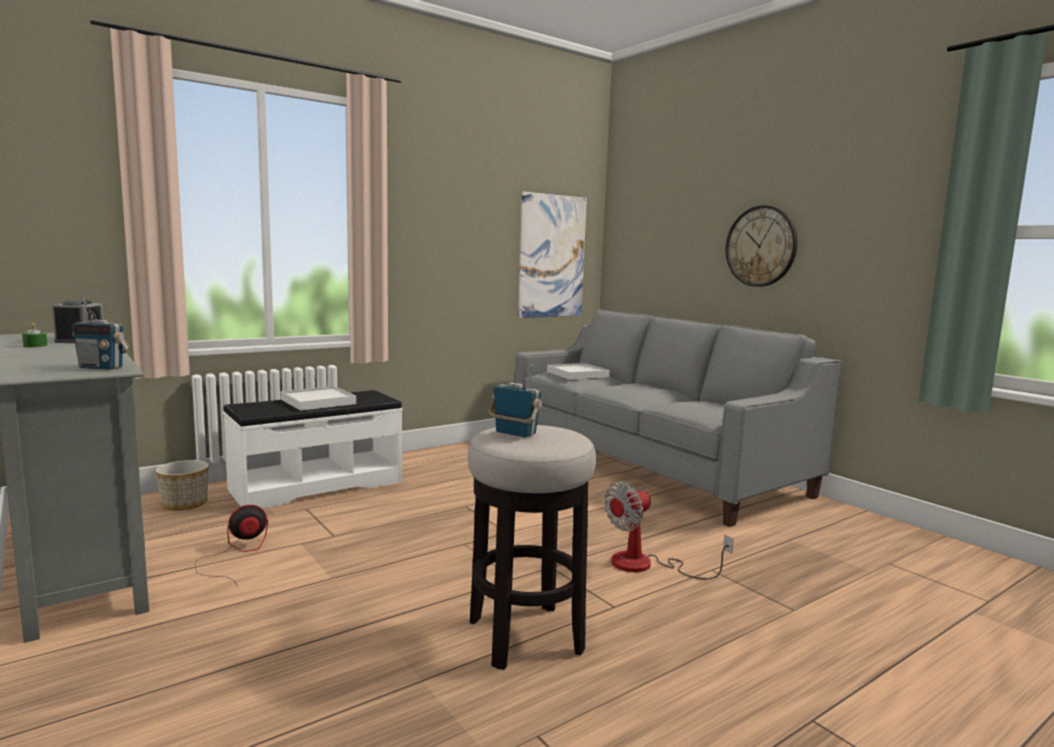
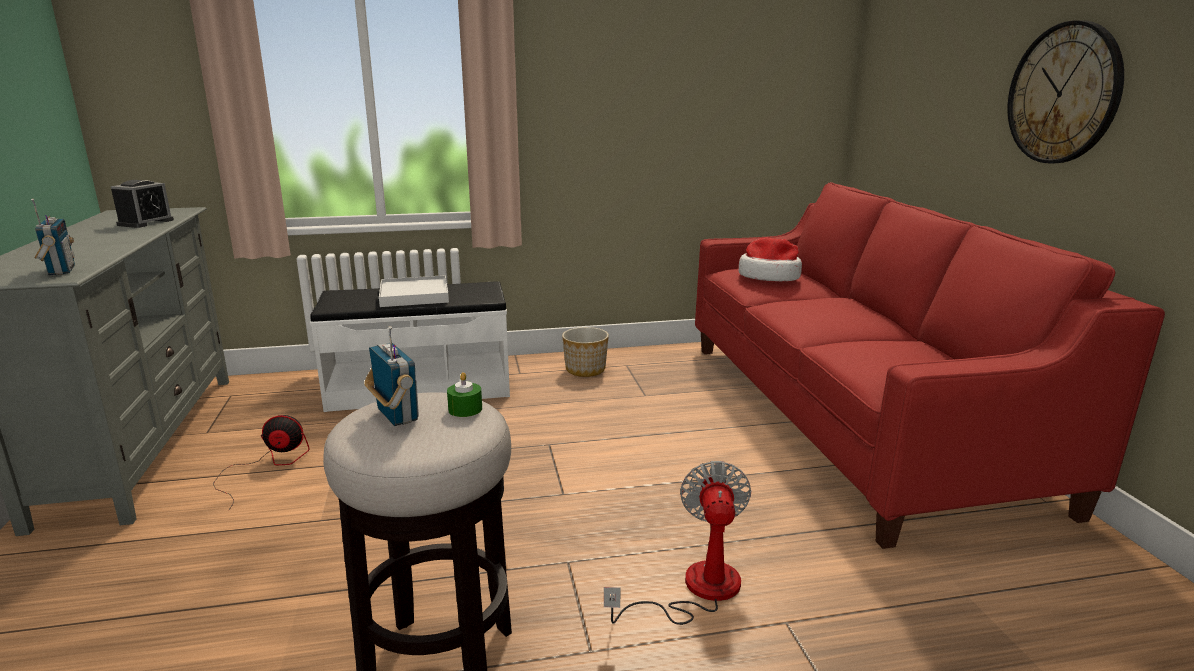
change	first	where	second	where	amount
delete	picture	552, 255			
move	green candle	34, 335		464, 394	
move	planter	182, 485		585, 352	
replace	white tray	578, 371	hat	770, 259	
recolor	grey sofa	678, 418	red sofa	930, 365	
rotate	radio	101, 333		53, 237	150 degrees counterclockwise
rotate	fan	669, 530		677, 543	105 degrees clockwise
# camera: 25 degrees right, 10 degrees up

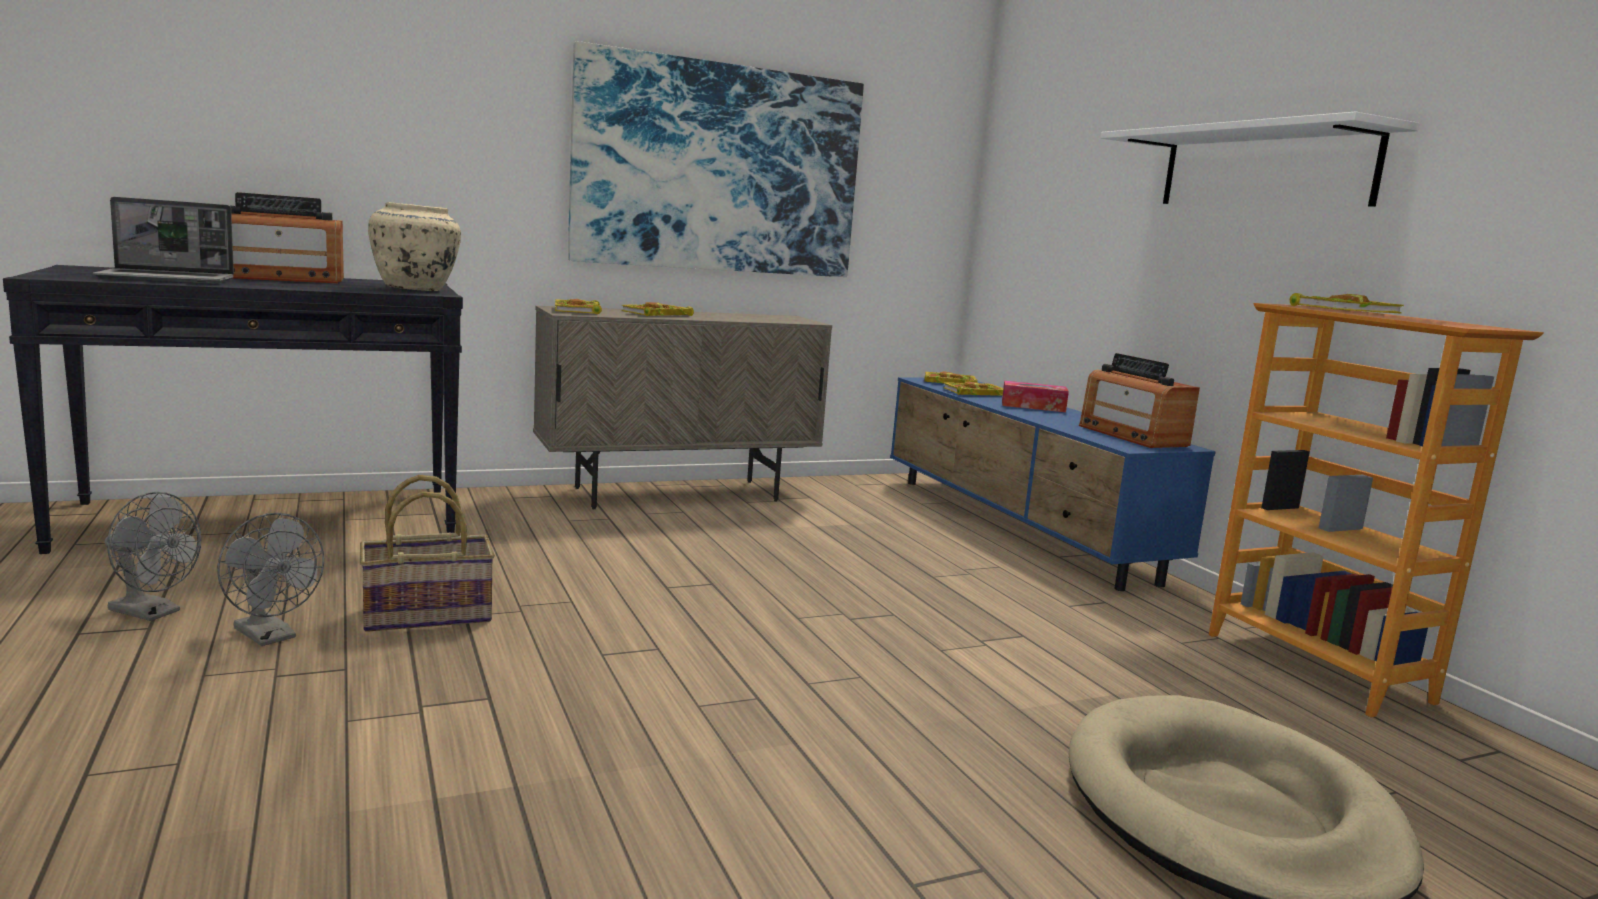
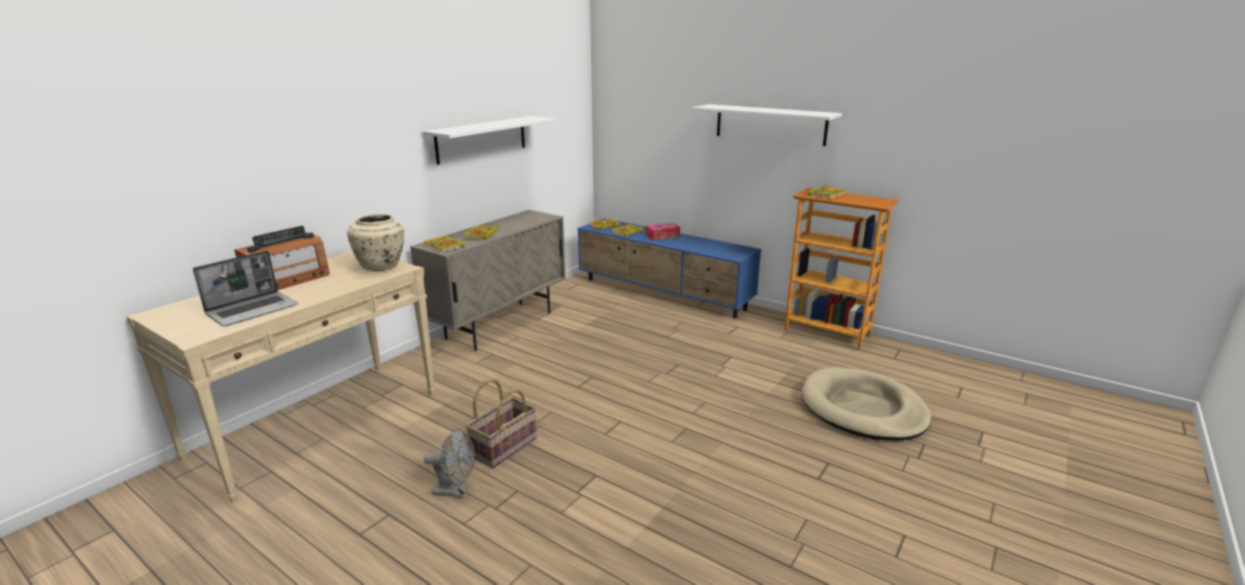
change	first	where	second	where	amount
delete	grey fan	153, 556			
delete	radio	1139, 400			
replace	picture	716, 159	white shelf	489, 140	
recolor	black console table	233, 409	beige console table	280, 377	
# camera: 30 degrees left, 10 degrees up

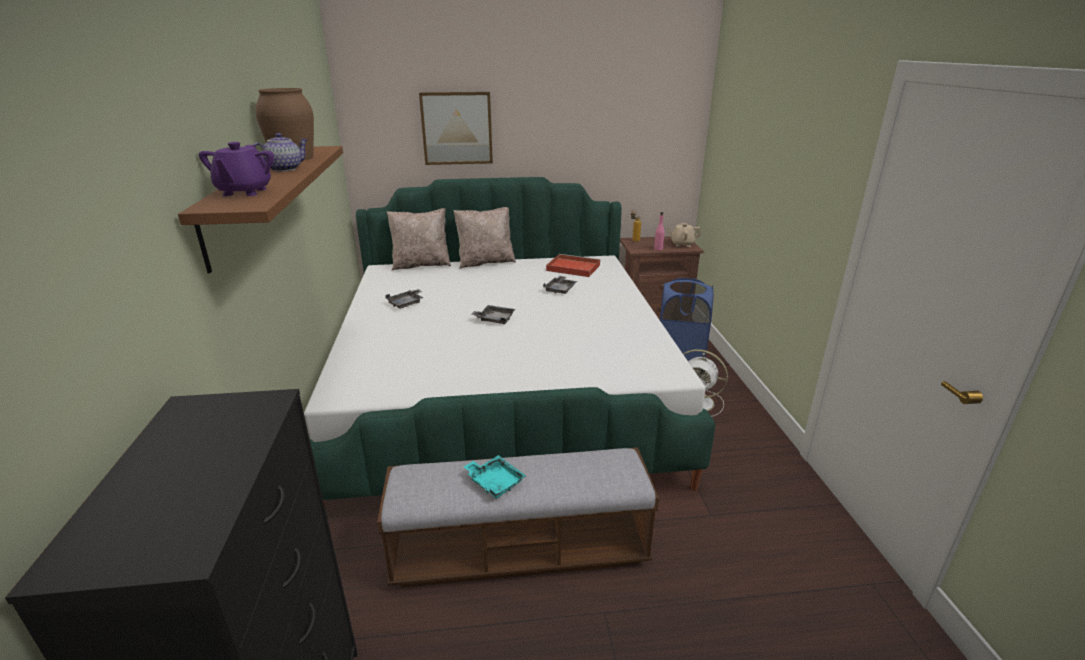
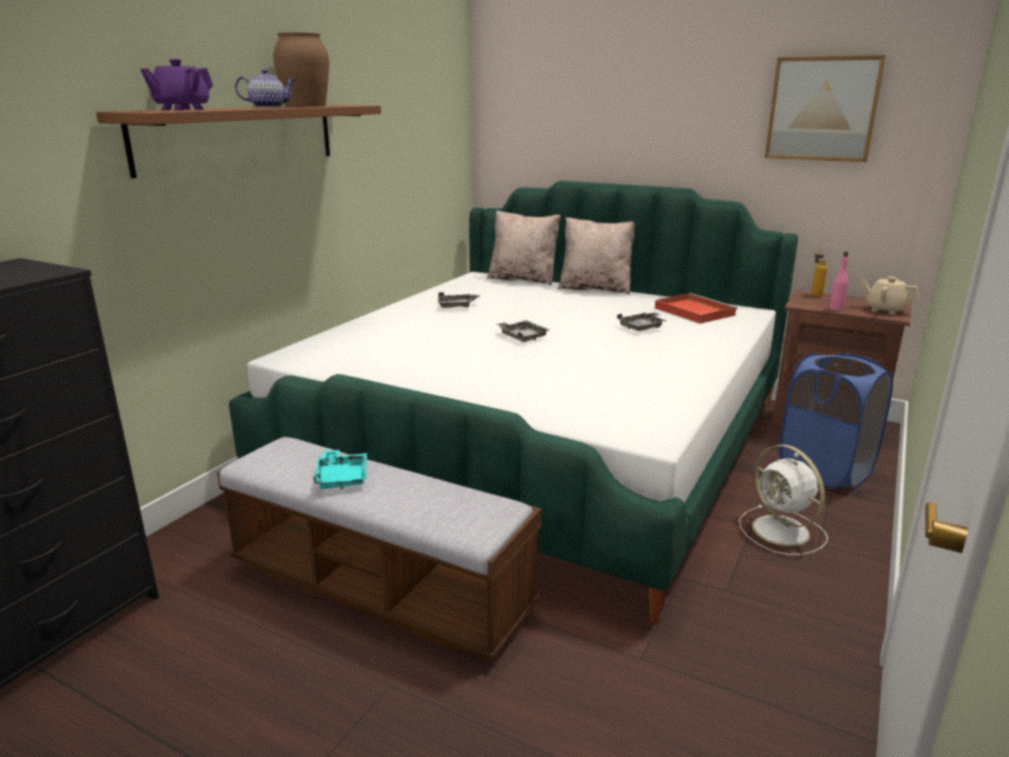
change	first	where	second	where	amount
move	picture	456, 128		825, 108	
# camera: 35 degrees right, 5 degrees down

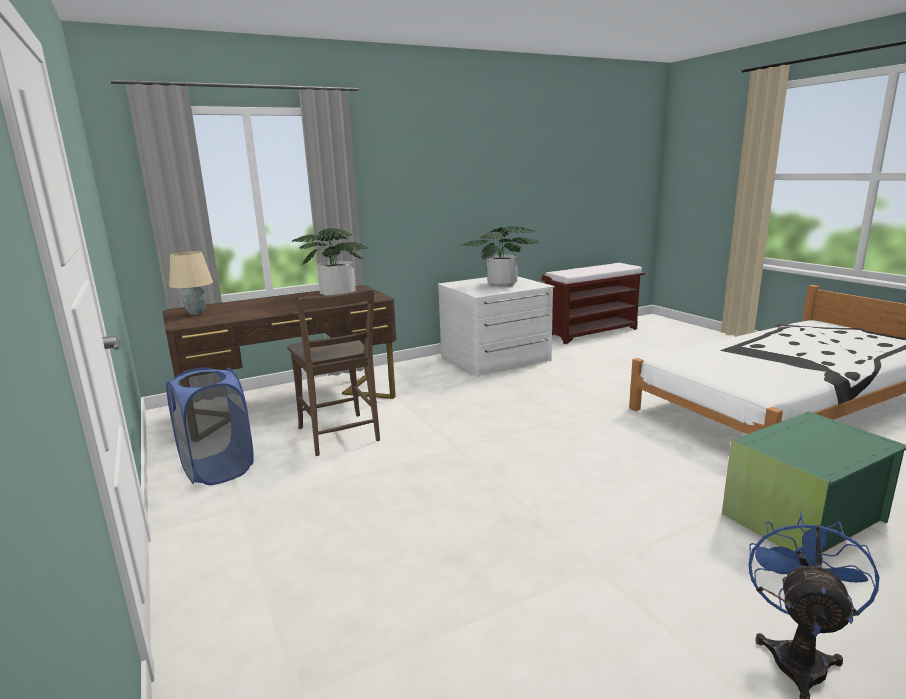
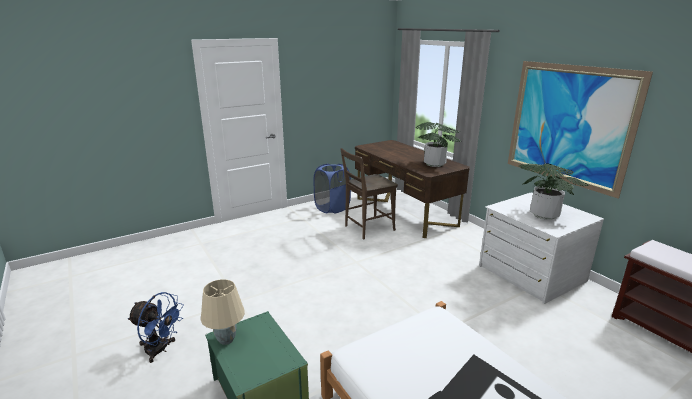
change	first	where	second	where	amount
insert			picture	580, 130	
move	beige table lamp	191, 283		223, 312	
# camera: 85 degrees right, 5 degrees up

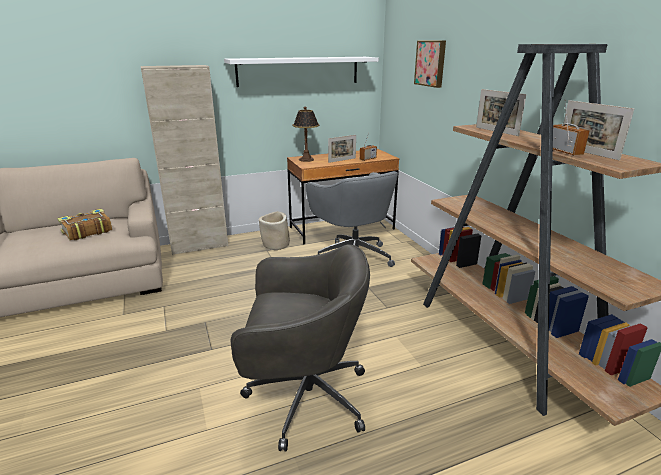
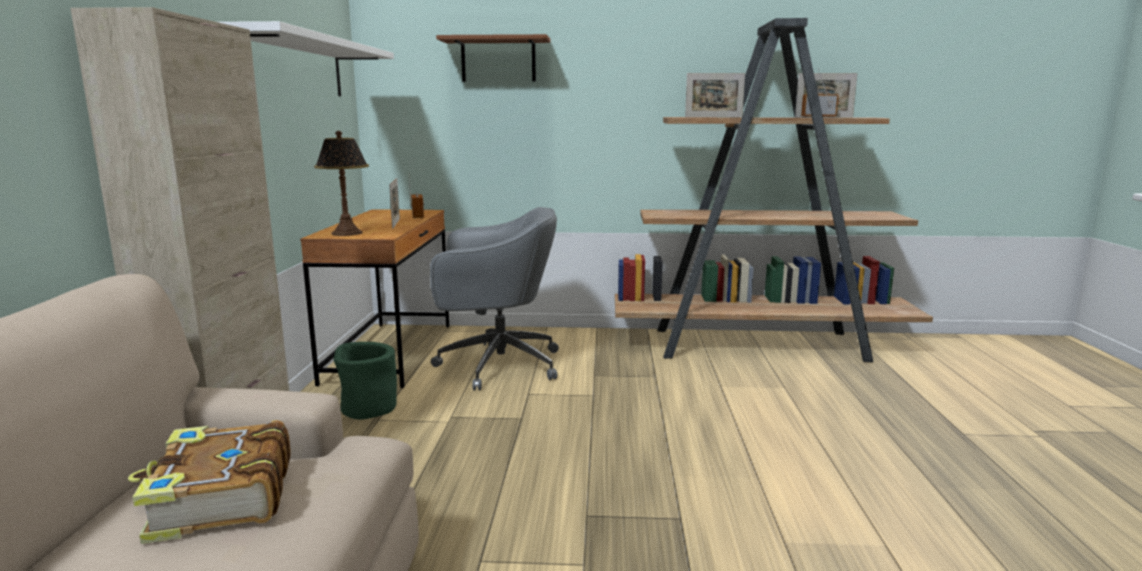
change	first	where	second	where	amount
delete	grey office chair	300, 348			
replace	picture	430, 64	brown shelf	493, 58	
recolor	beige planter	274, 231	green planter	365, 381	
# camera: 65 degrees left, 10 degrees down

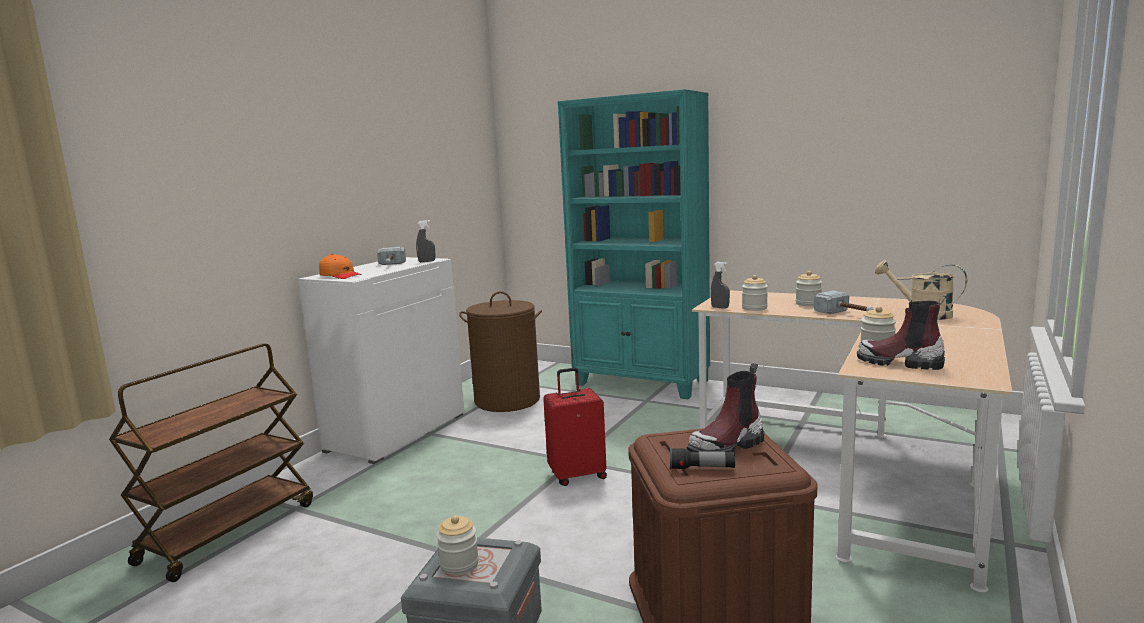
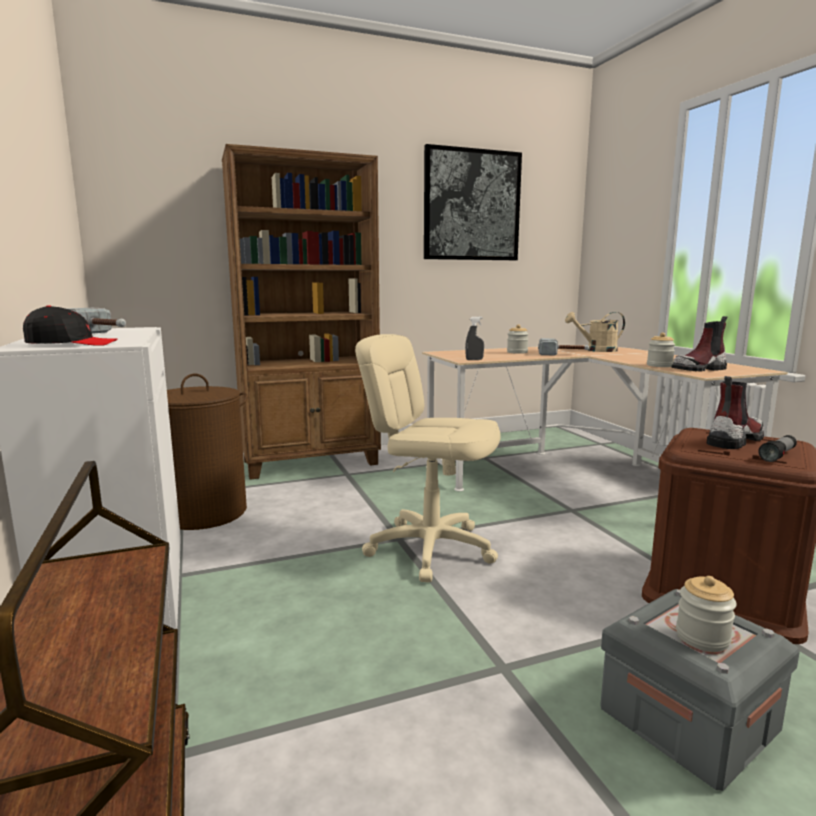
change	first	where	second	where	amount
delete	grey spray bottle	425, 241			
delete	jar	755, 293			
insert			picture	473, 202	
replace	red suitcase	575, 427	beige office chair	427, 458	
recolor	orange cap	340, 266	black cap	70, 325	
recolor	turquoise bookcase	634, 244	brown bookcase	301, 312	
rotate	boot	725, 407		735, 412	135 degrees counterclockwise
# camera: 50 degrees left, 0 degrees up

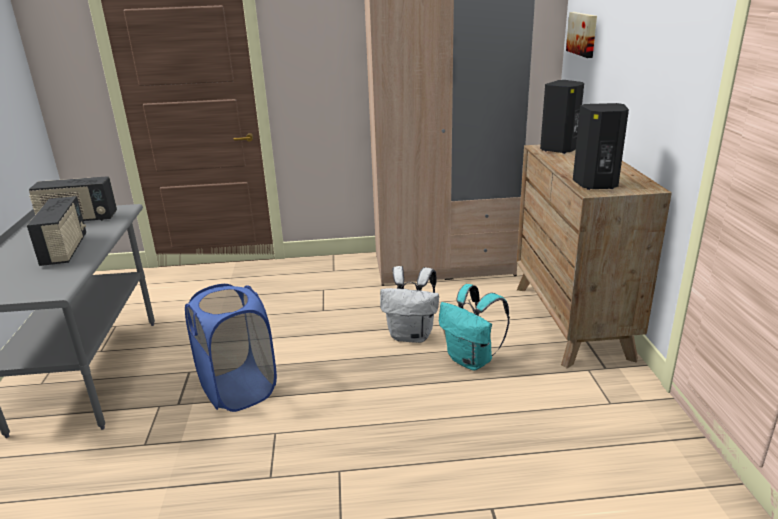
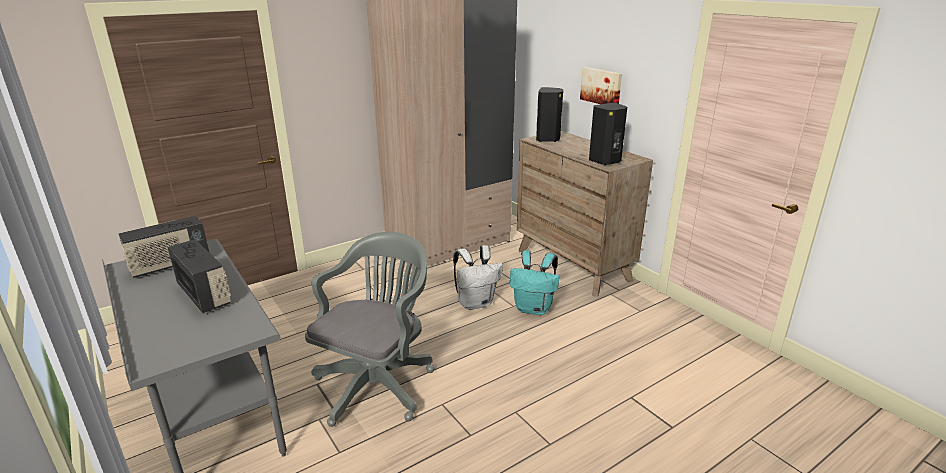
change	first	where	second	where	amount
move	picture	581, 35		601, 85	
replace	blue laundry basket	231, 348	grey office chair	370, 329	
# camera: 30 degrees left, 0 degrees up

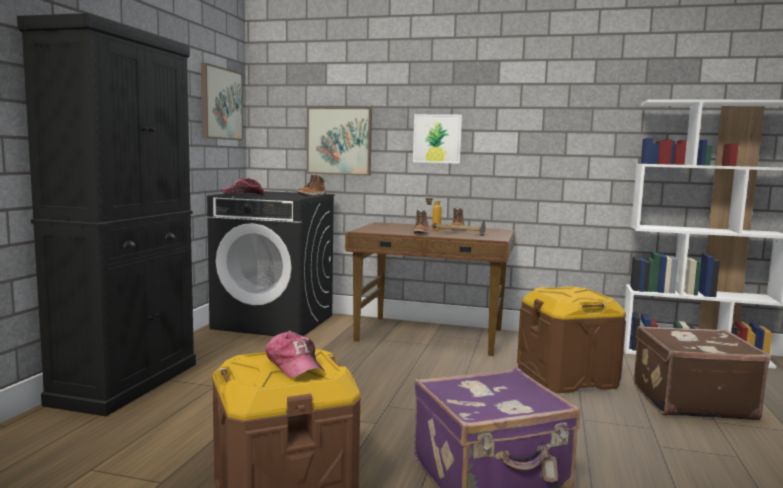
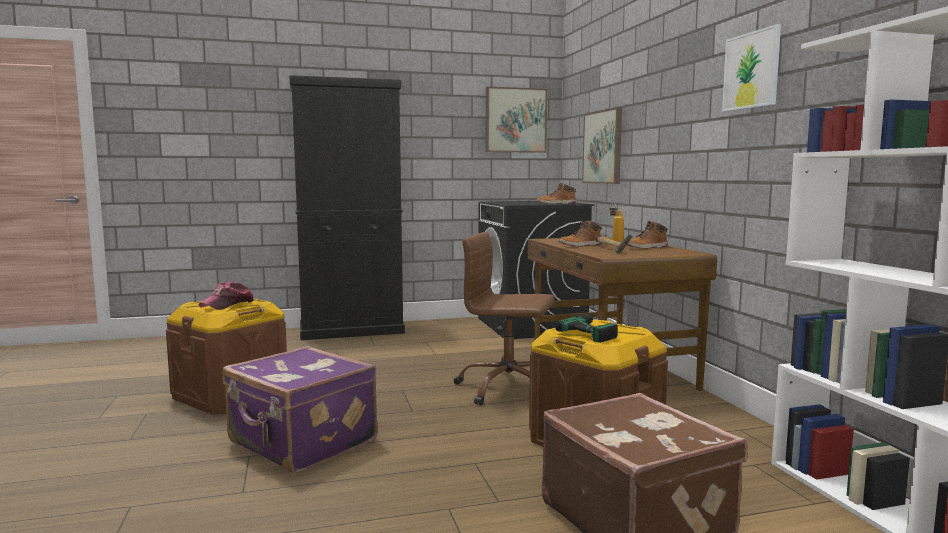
change	first	where	second	where	amount
delete	cap	242, 186			
insert			brown office chair	504, 318	
insert			power drill	586, 328	
move	picture	437, 139		751, 68	
# camera: 60 degrees right, 0 degrees up

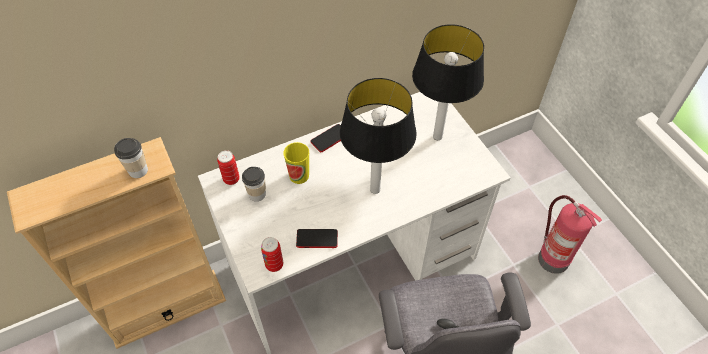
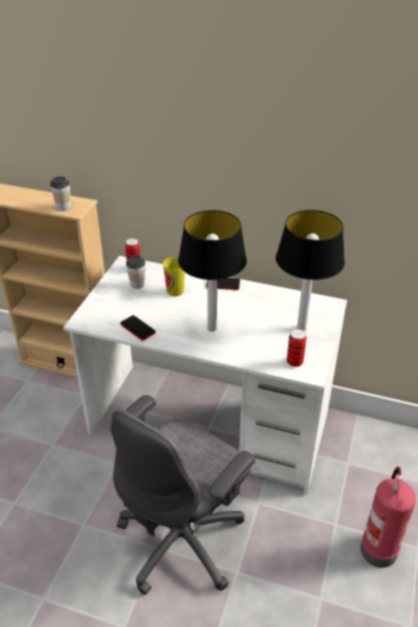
change	first	where	second	where	amount
move	can	272, 254		296, 348	
# camera: 45 degrees right, 15 degrees down

